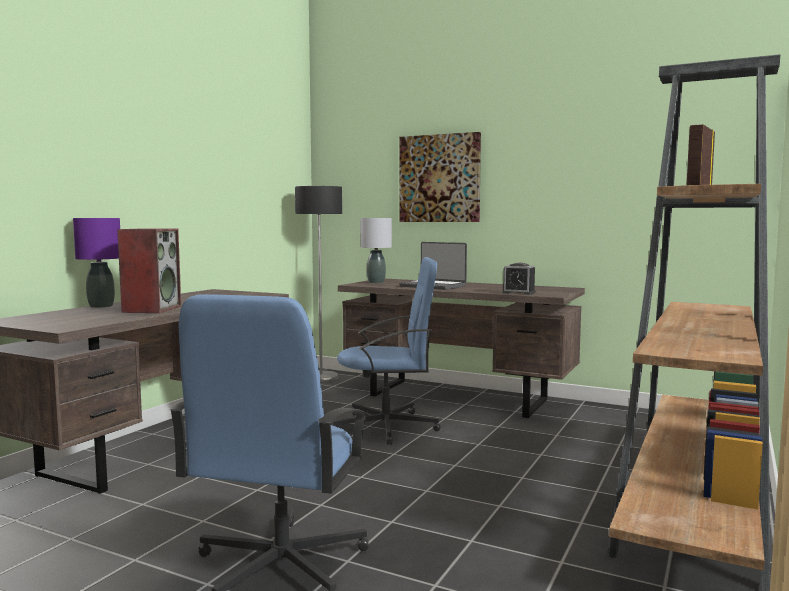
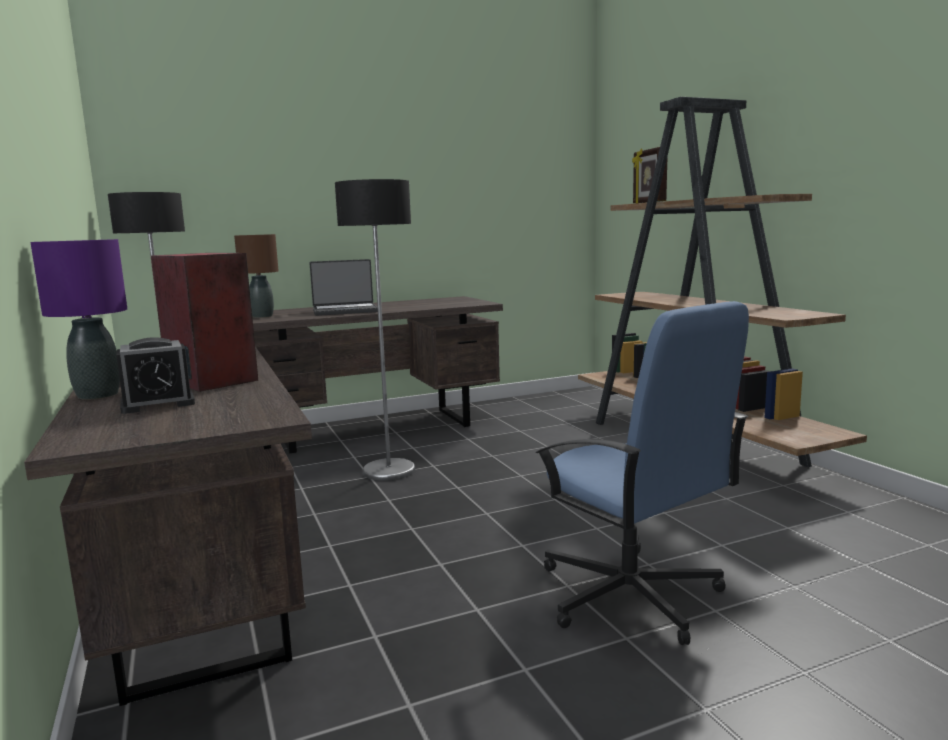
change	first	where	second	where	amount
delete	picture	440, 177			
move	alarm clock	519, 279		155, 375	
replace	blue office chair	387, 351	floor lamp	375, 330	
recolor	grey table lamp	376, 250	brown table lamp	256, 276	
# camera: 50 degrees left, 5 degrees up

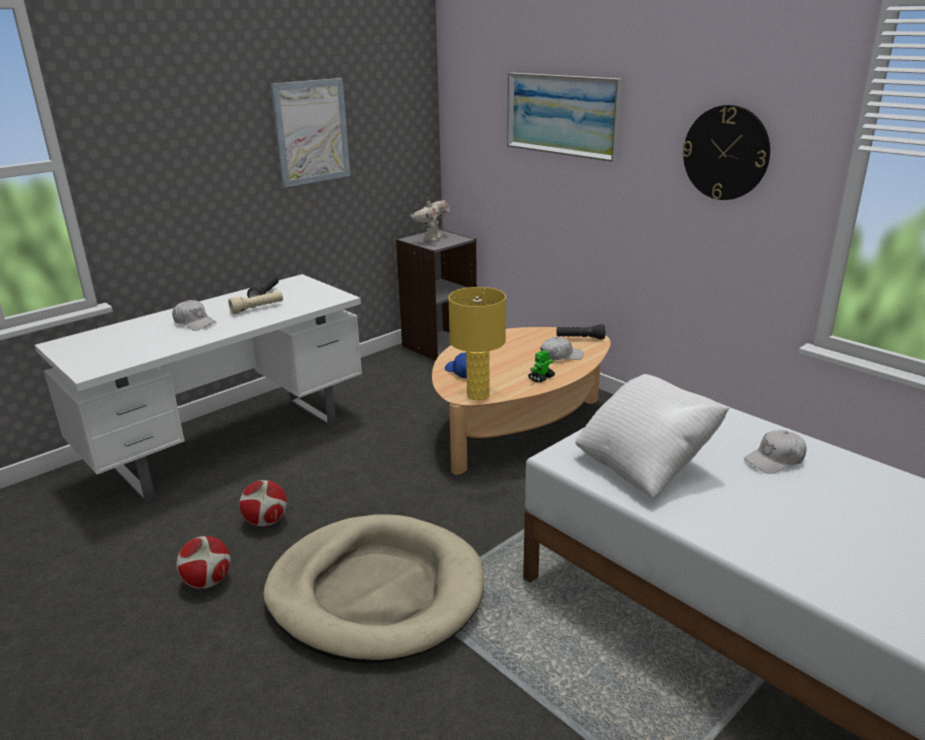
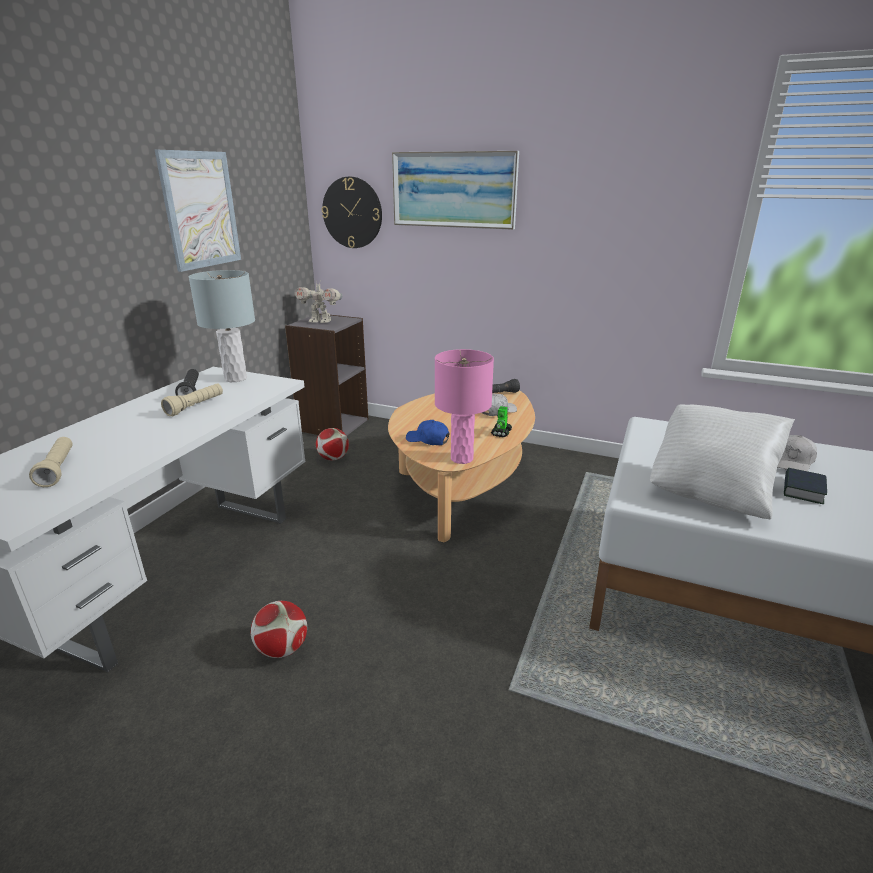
change	first	where	second	where	amount
delete	white cap	194, 315			
delete	beige dog bed	373, 588			
insert			beige flashlight	51, 462	
insert			grey table lamp	222, 326	
insert			book	805, 486	
move	football	203, 562		332, 444	
move	wall clock	726, 152		352, 212	
recolor	yellow table lamp	477, 343	pink table lamp	464, 406	
rotate	toy robot	430, 219		318, 302	105 degrees clockwise
# camera: 25 degrees left, 0 degrees up

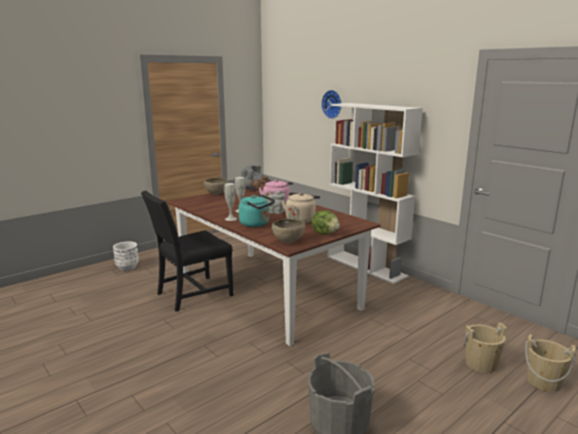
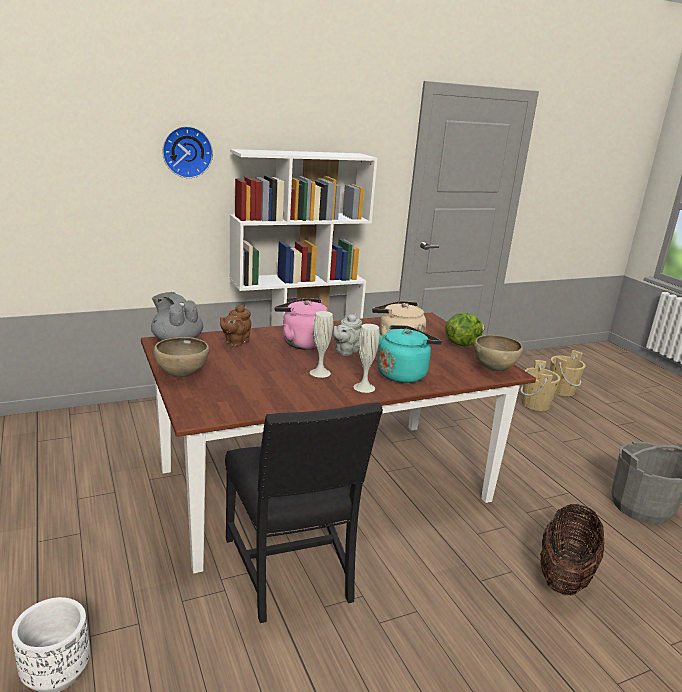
change	first	where	second	where	amount
insert			basket	572, 549	
# camera: 75 degrees left, 5 degrees up

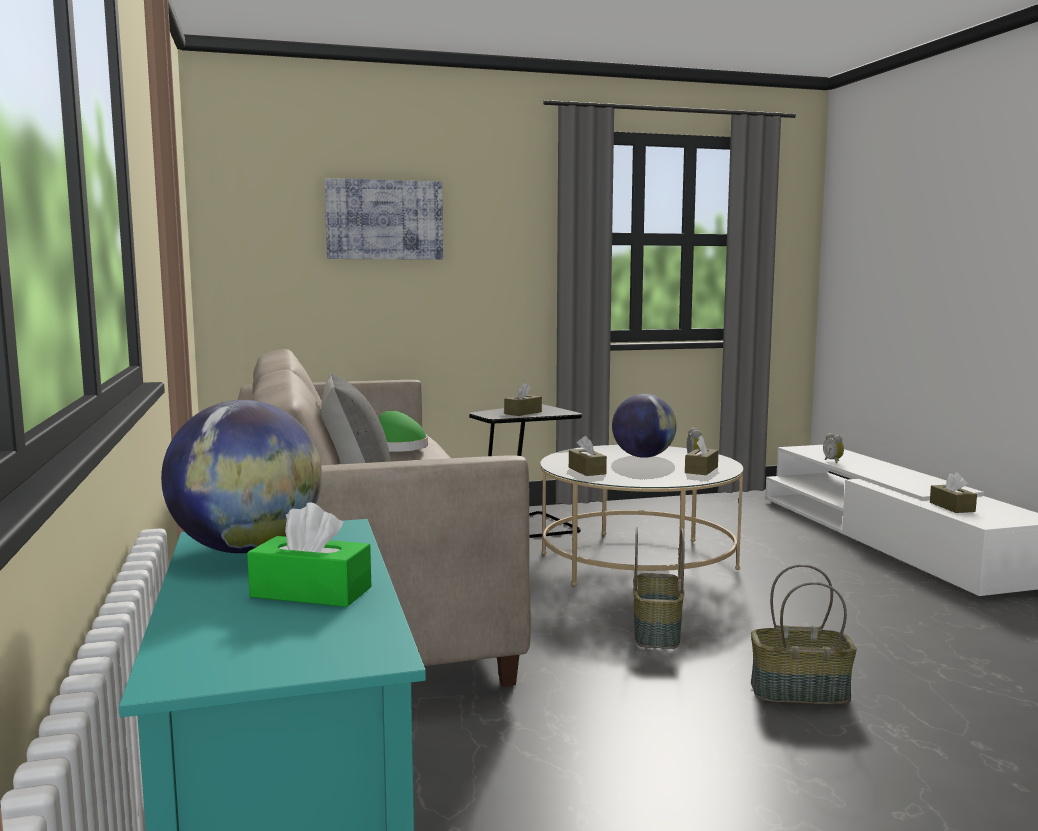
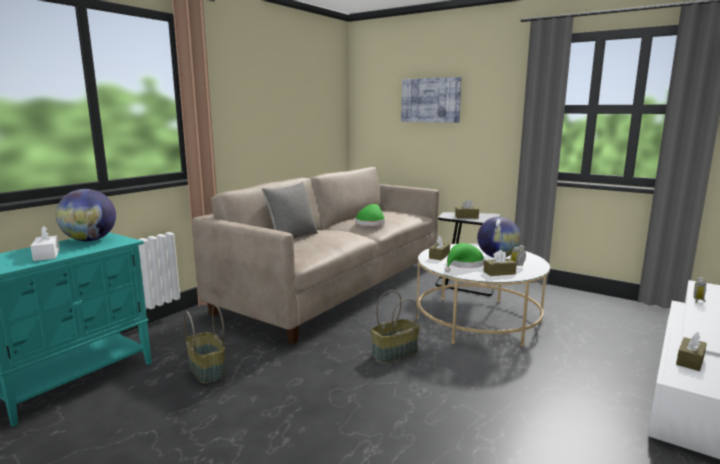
change	first	where	second	where	amount
insert			green hat	465, 257	
move	basket	804, 634		205, 344	
recolor	green tissue box	309, 554	white tissue box	45, 243	
# camera: 50 degrees right, 5 degrees up

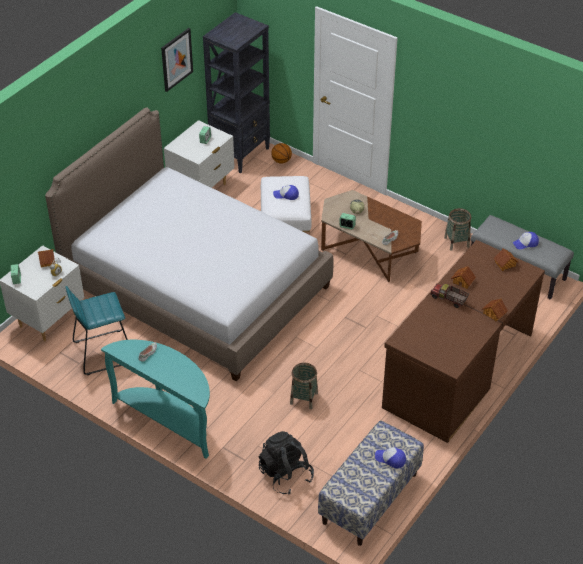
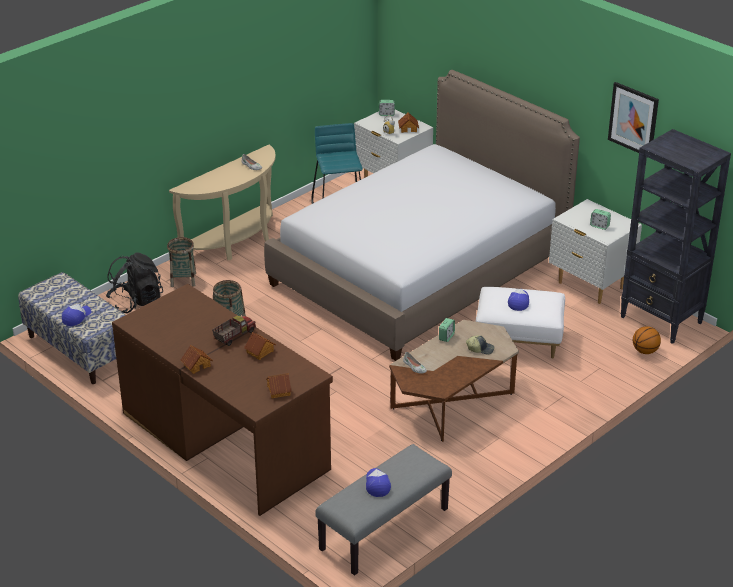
change	first	where	second	where	amount
move	basket	457, 229		181, 262	
recolor	turquoise console table	155, 399	beige console table	222, 202	
# camera: 100 degrees right, 10 degrees down

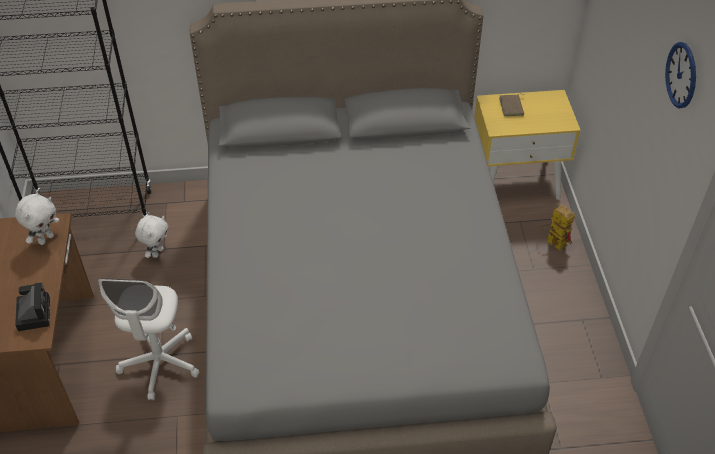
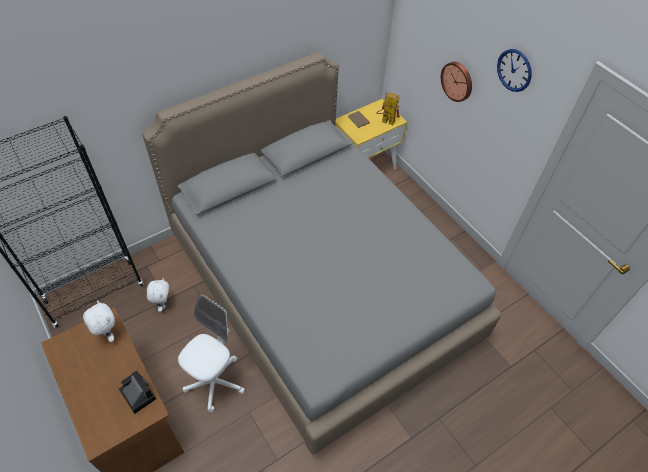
change	first	where	second	where	amount
insert			wall clock	456, 82	
move	toy robot	557, 227		388, 108	
rotate	white plush toy	37, 219		99, 321	45 degrees counterclockwise
rotate	white office chair	149, 339		211, 353	120 degrees counterclockwise
# camera: 30 degrees left, 5 degrees up

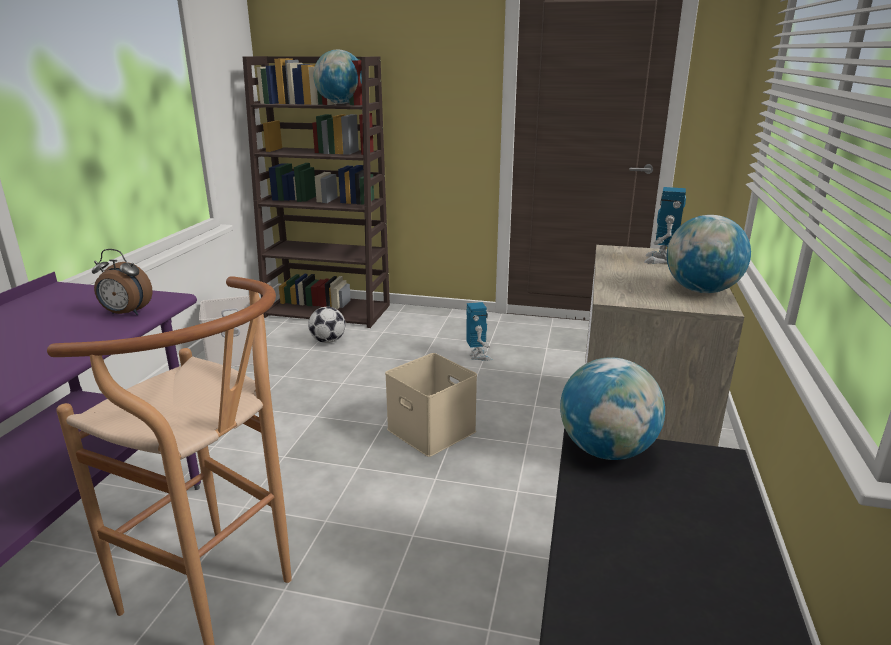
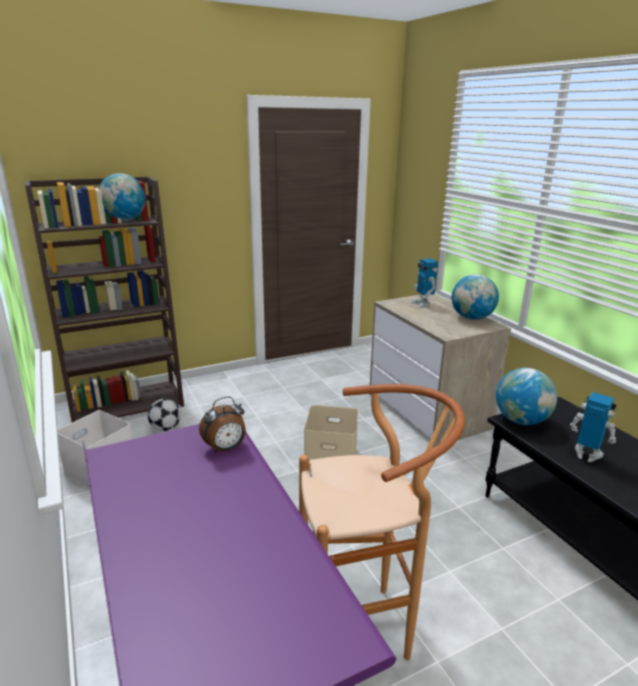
change	first	where	second	where	amount
move	toy robot	479, 331		593, 427	
# camera: 40 degrees left, 0 degrees up

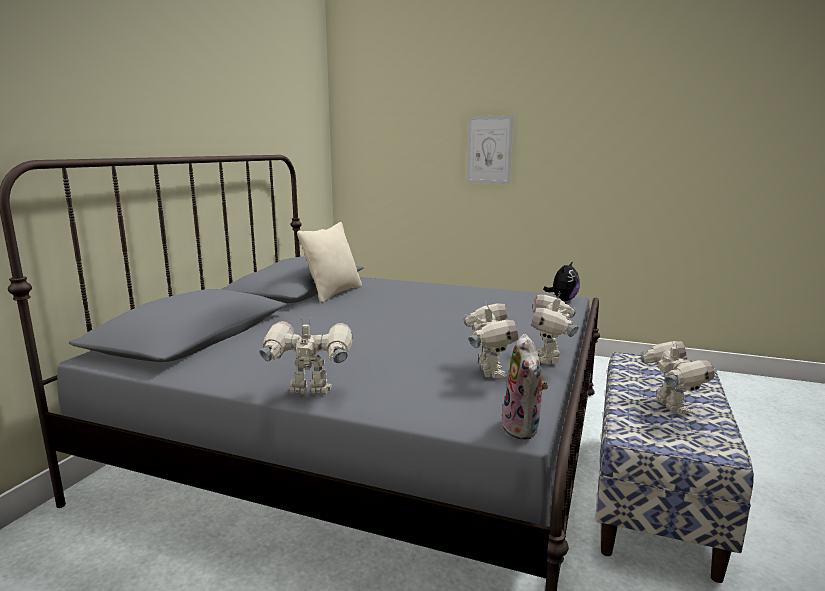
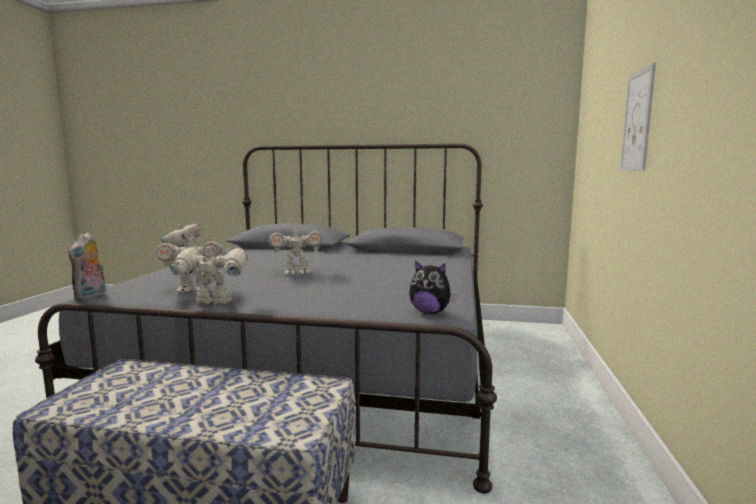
change	first	where	second	where	amount
delete	beige pillow	329, 262			
move	toy robot	677, 377		296, 248	
rotate	plush toy	524, 387		87, 266	75 degrees counterclockwise
# camera: 80 degrees right, 5 degrees down

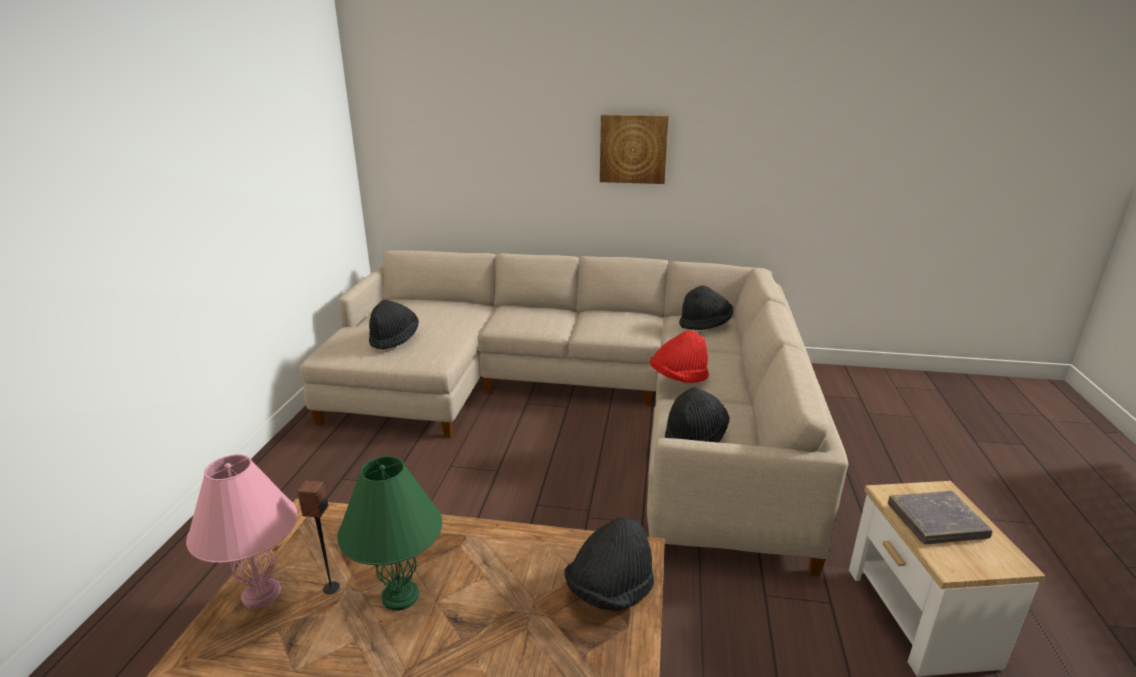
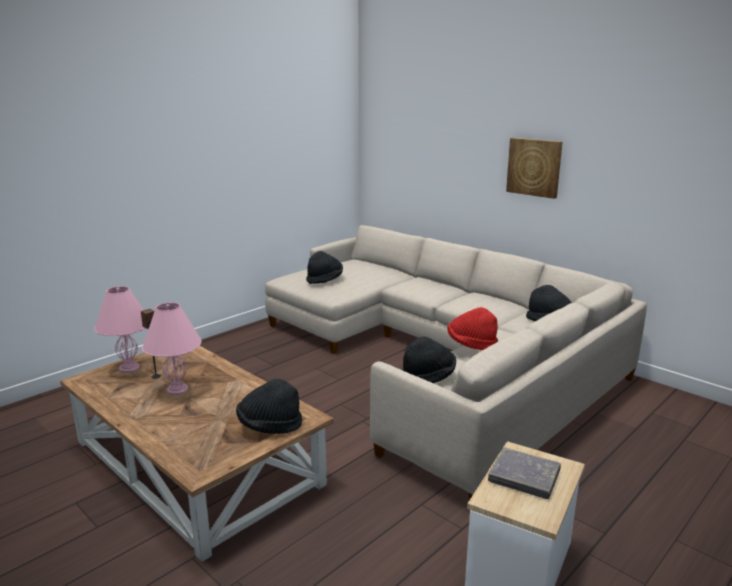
change	first	where	second	where	amount
recolor	green table lamp	389, 533	pink table lamp	172, 348	
# camera: 35 degrees right, 5 degrees down

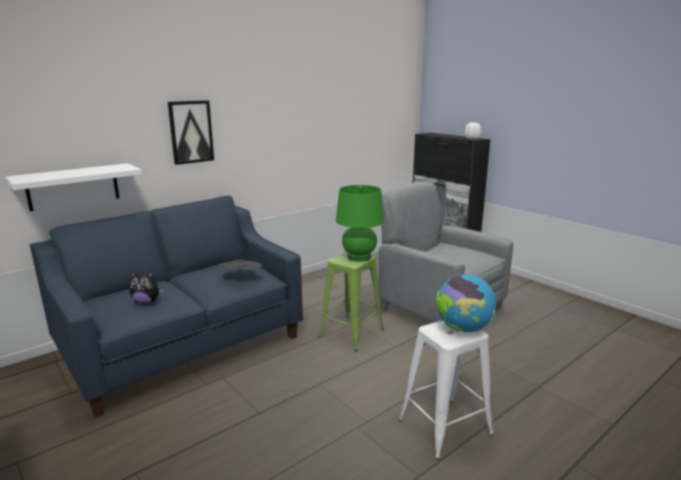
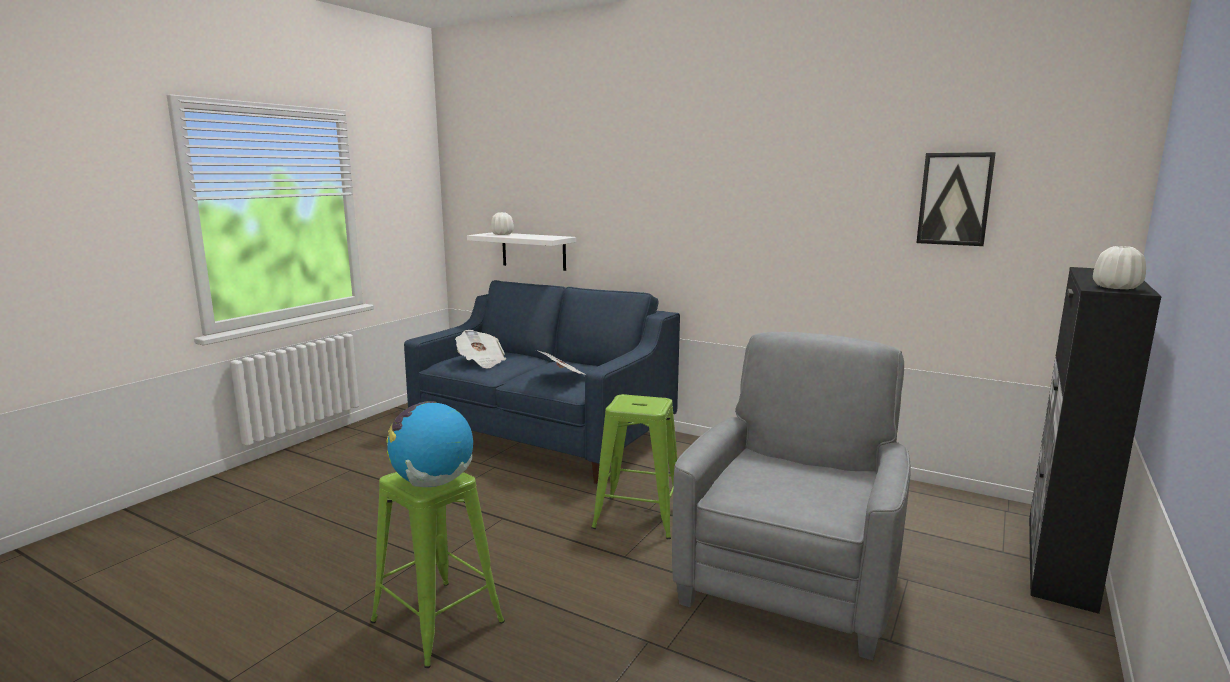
change	first	where	second	where	amount
delete	green table lamp	360, 223			
insert			white vase	502, 223	
move	picture	191, 132		956, 199	
replace	plush toy	147, 288	newspaper	480, 349	
recolor	white stool	446, 389	green stool	437, 570	
# camera: 70 degrees right, 5 degrees down

